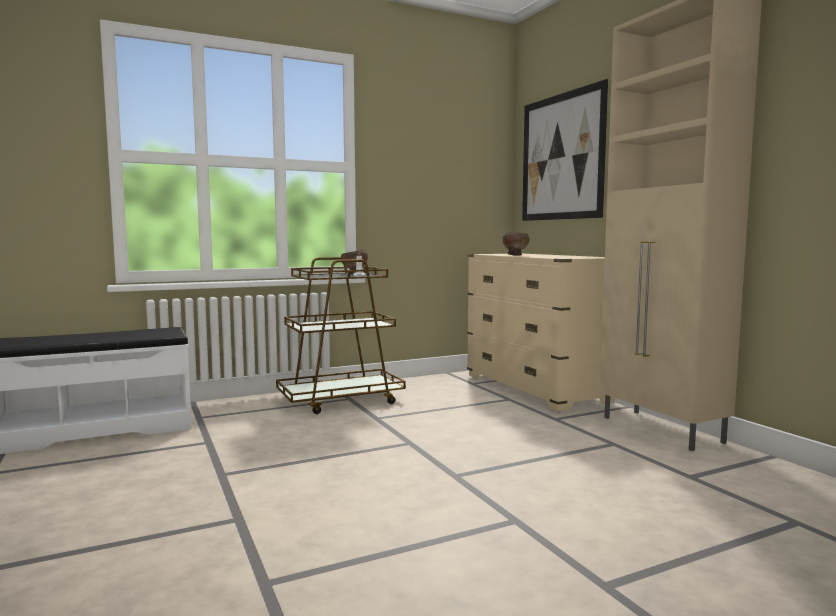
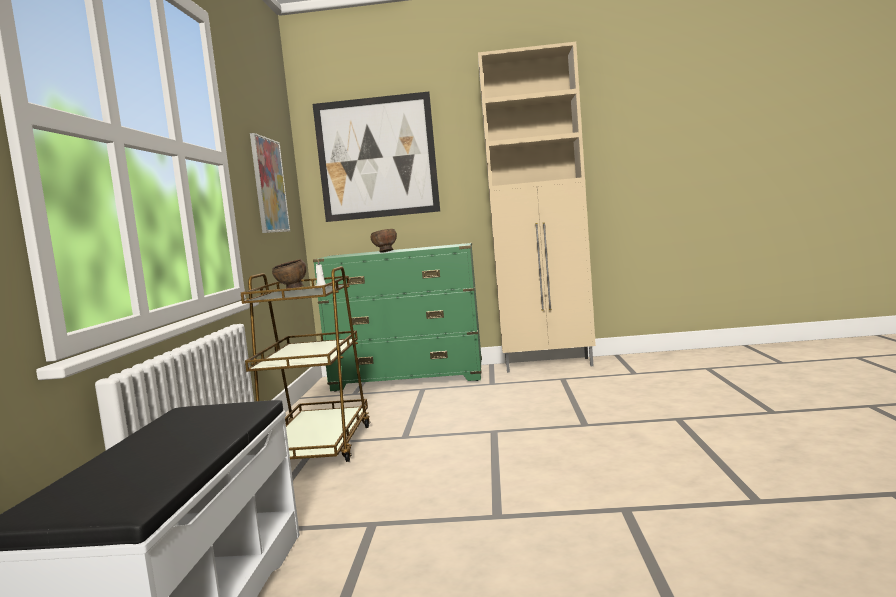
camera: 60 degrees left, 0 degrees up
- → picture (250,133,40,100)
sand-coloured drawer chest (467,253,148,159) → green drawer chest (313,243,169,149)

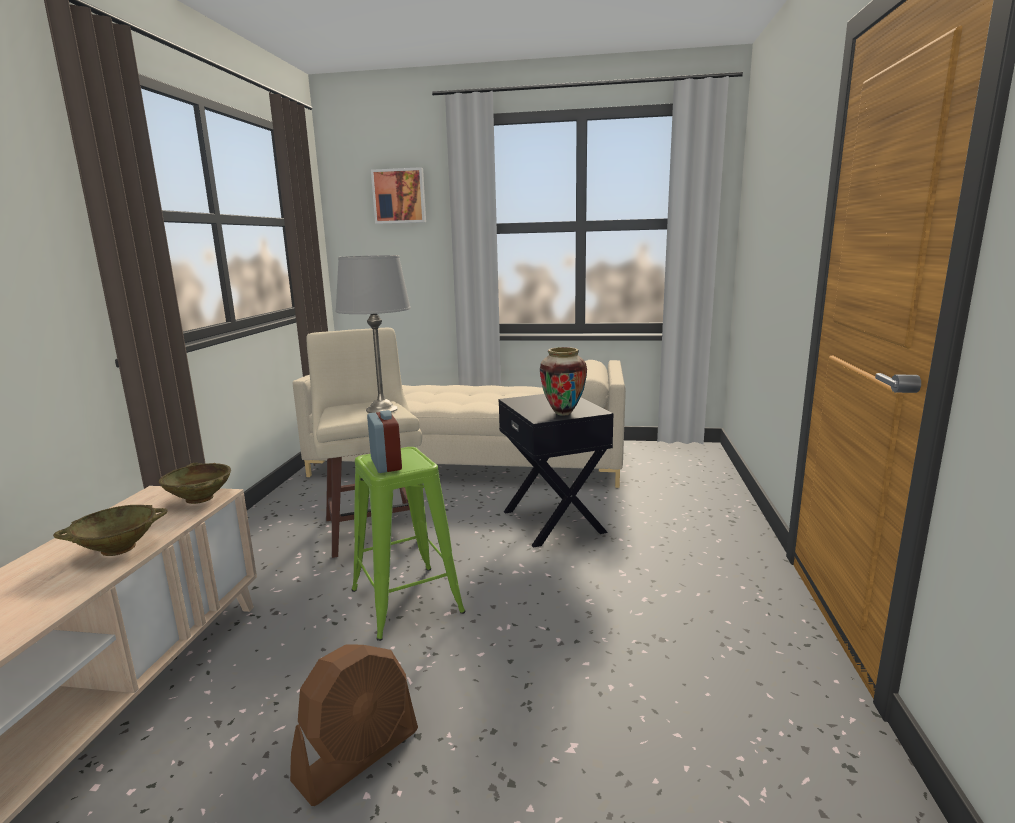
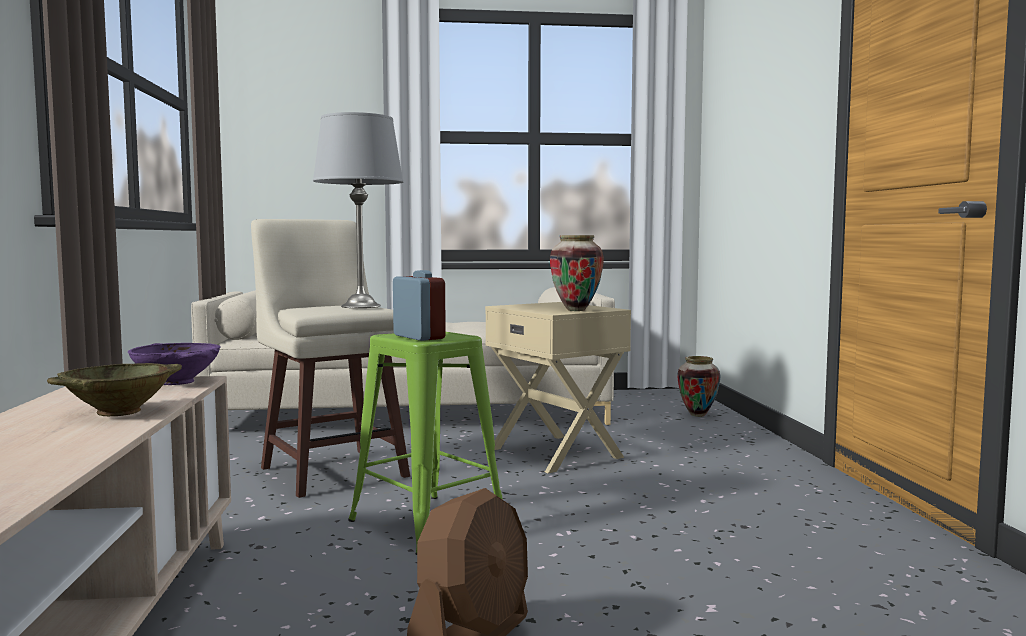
camera: 15 degrees left, 10 degrees down
picture (371,167,55,57) → -
- → vase (677,356,44,61)
sand-coloured bowl (159,463,72,41) → purple-coloured bowl (128,343,93,42)
black accent table (499,394,115,154) → sand-coloured accent table (485,302,146,171)

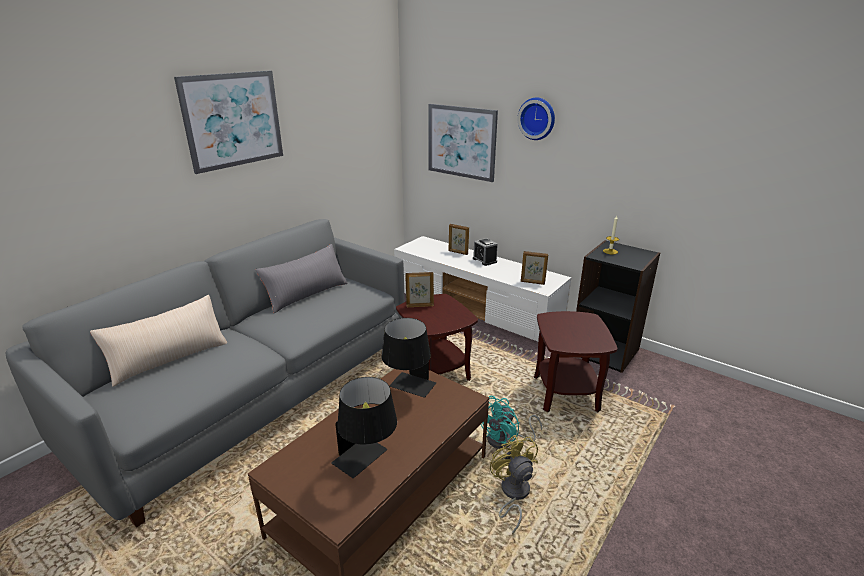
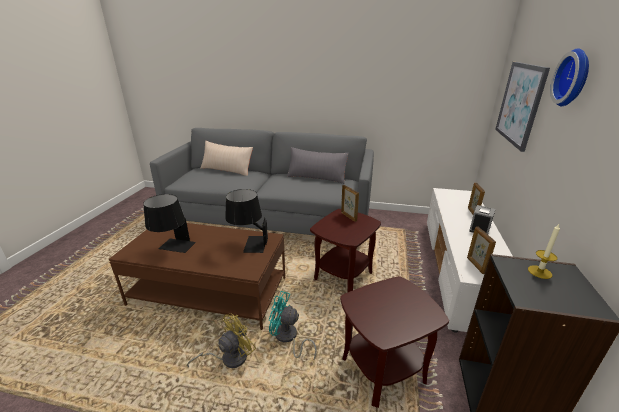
camera: 65 degrees right, 0 degrees up
picture (174,71,109,103) → -

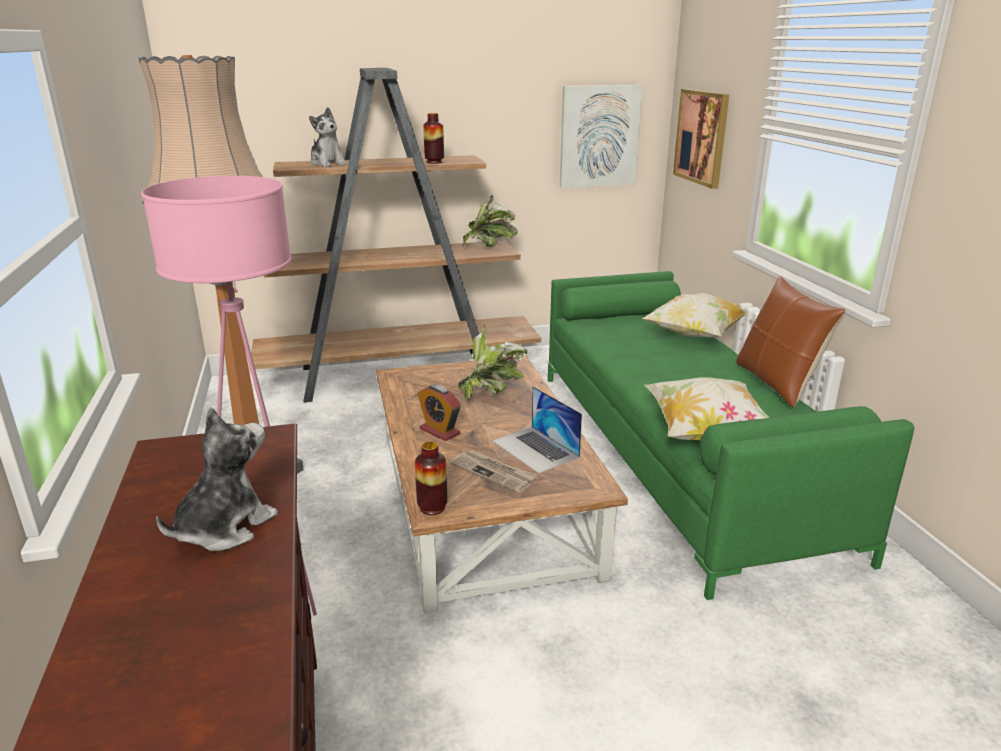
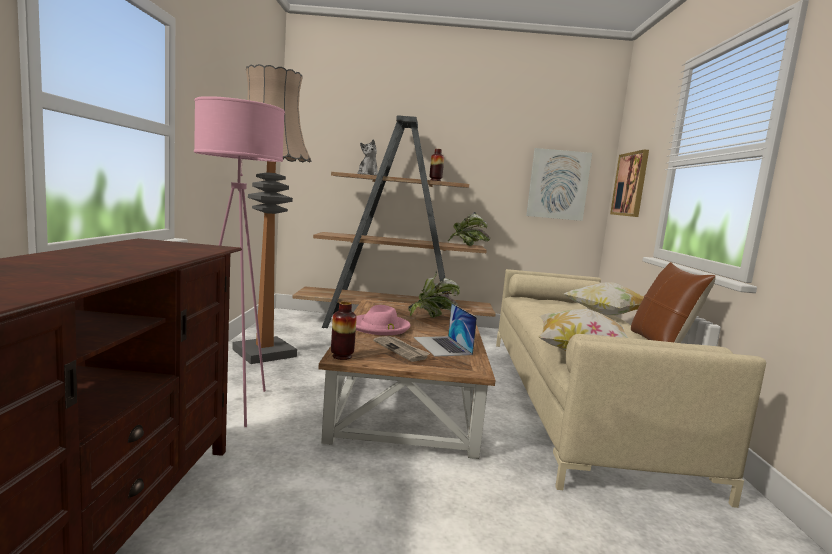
camera: 15 degrees right, 15 degrees down
cuddly toy (156,407,122,144) → -
bedside clock (418,384,43,57) → pink-coloured hat (356,305,54,30)
green settee (548,271,366,329) → sand-coloured settee (496,269,270,239)

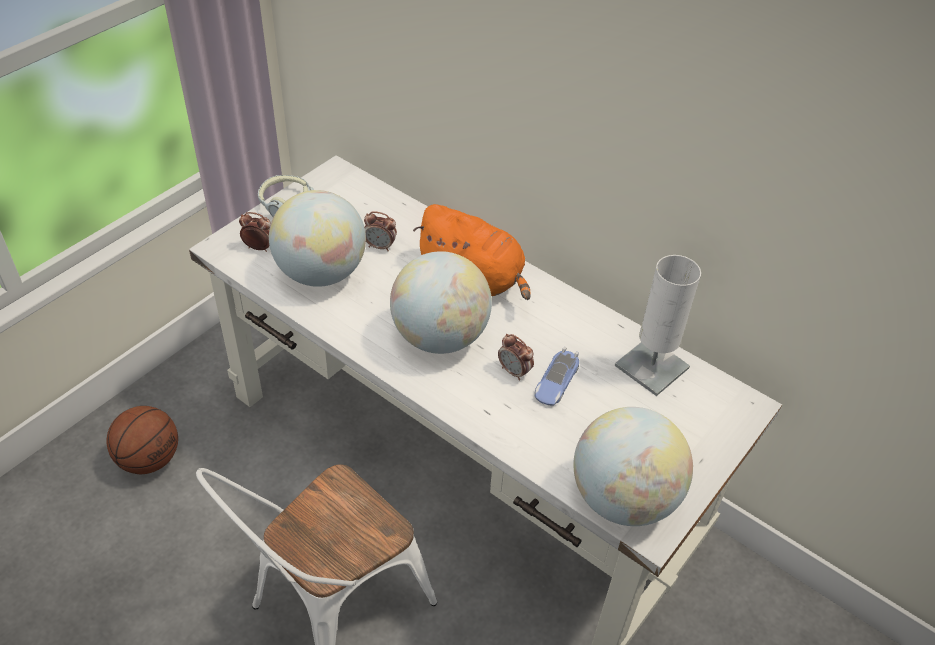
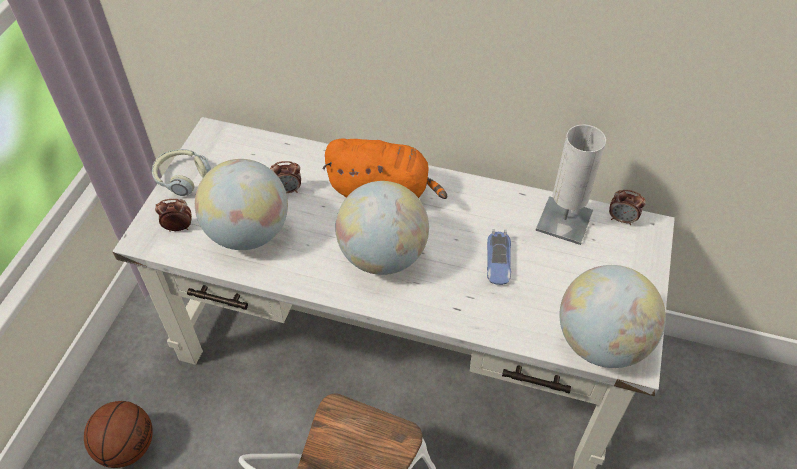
camera: 20 degrees left, 5 degrees up
bedside clock (498,334,36,47) → bedside clock (609,190,37,35), shifted

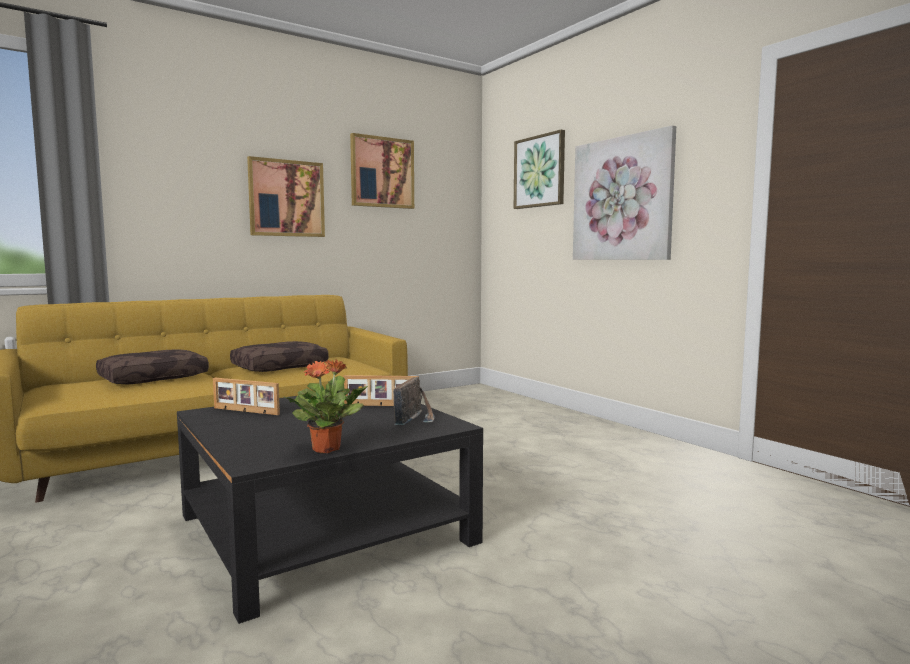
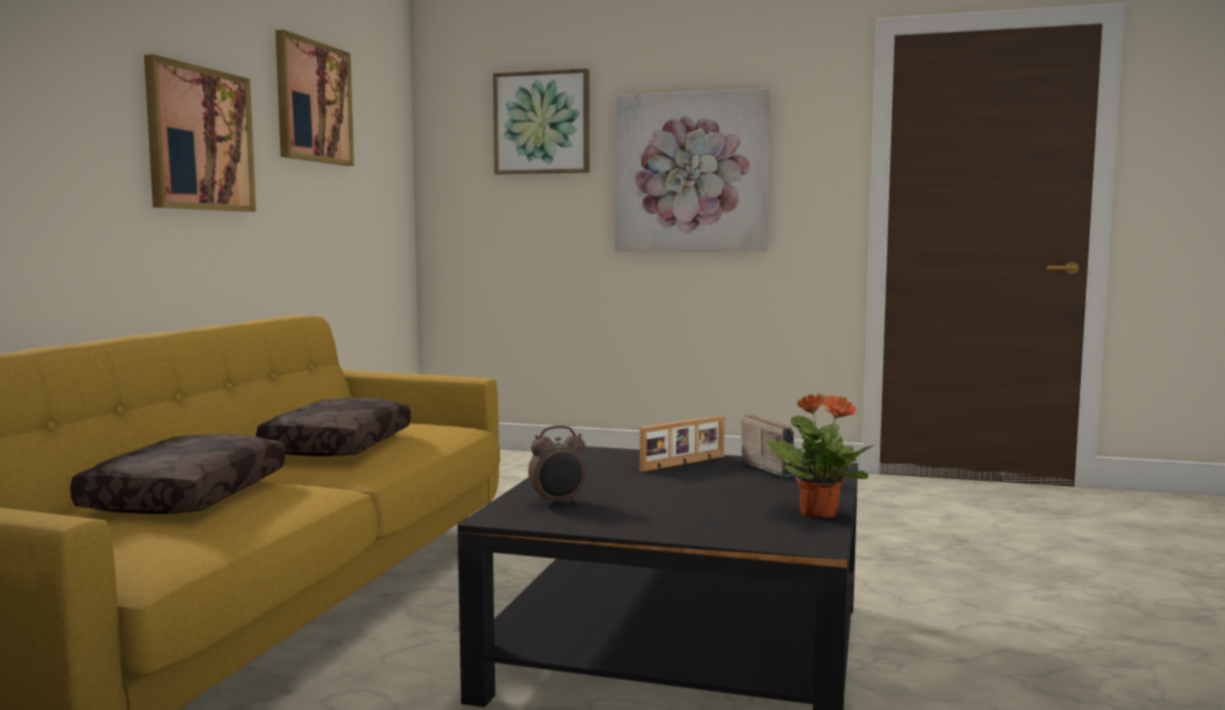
camera: 40 degrees left, 0 degrees up
standing frame (213,378,67,37) → bedside clock (528,425,58,81)

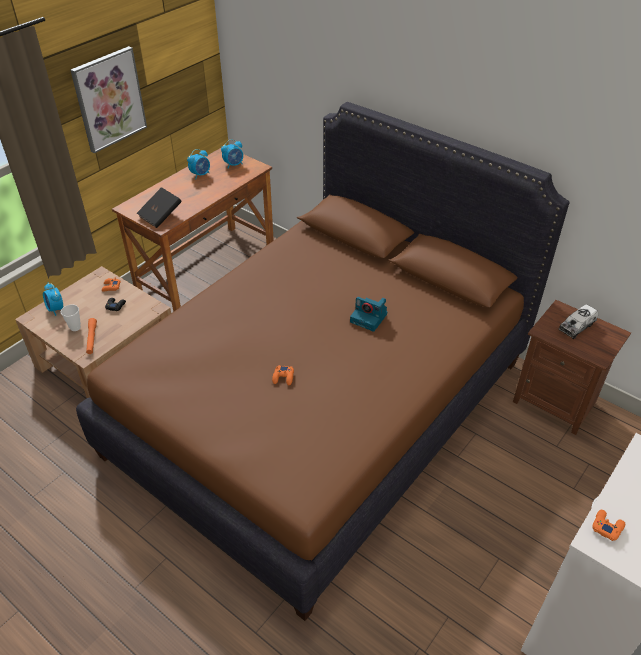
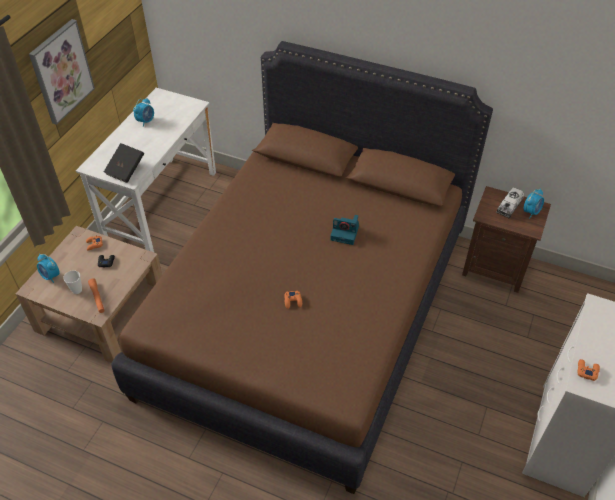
camera: 15 degrees left, 5 degrees up
bedside clock (221,139,22,30) → bedside clock (524,188,20,31), shifted
brownish desk (112,148,162,164) → white desk (76,88,140,164)

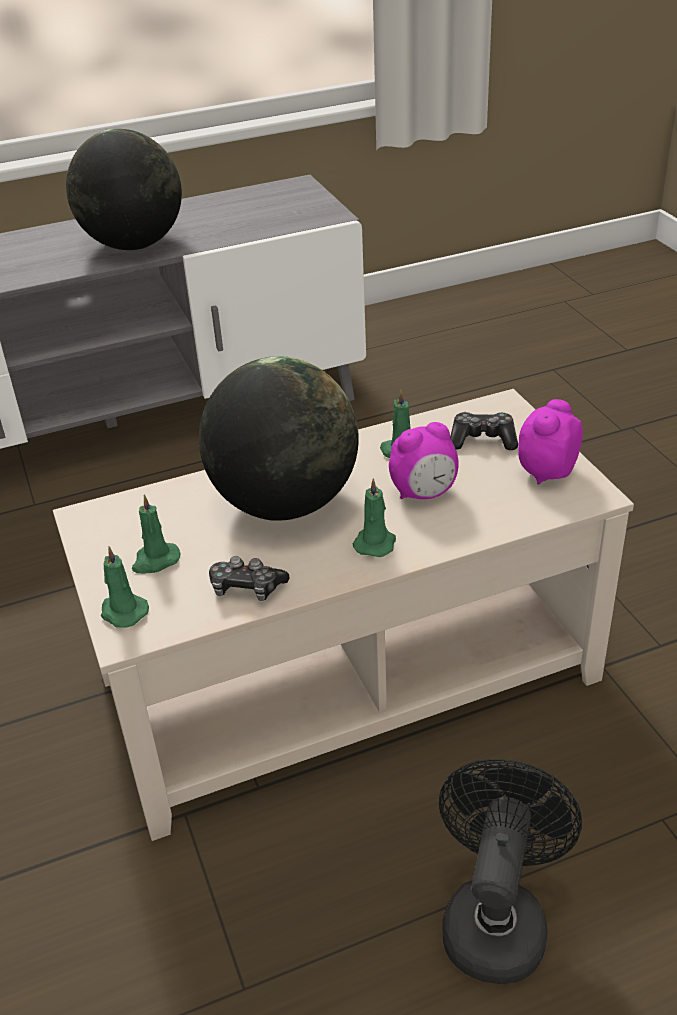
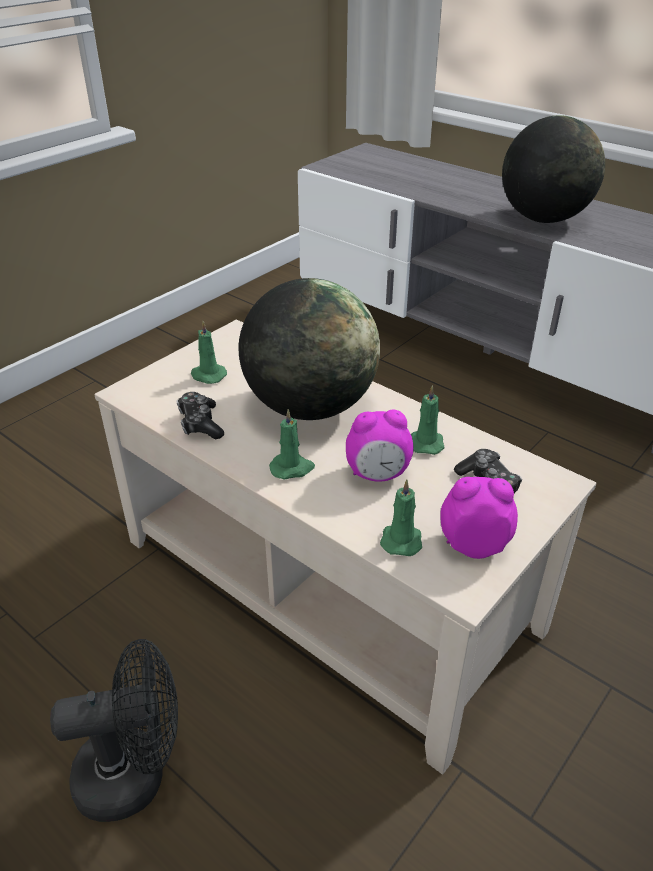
camera: 60 degrees right, 0 degrees up
green candle (101,546,48,82) → green candle (380,479,42,77), shifted
bedside clock (389,422,70,77) → bedside clock (346,410,68,72), 45 degrees counterclockwise

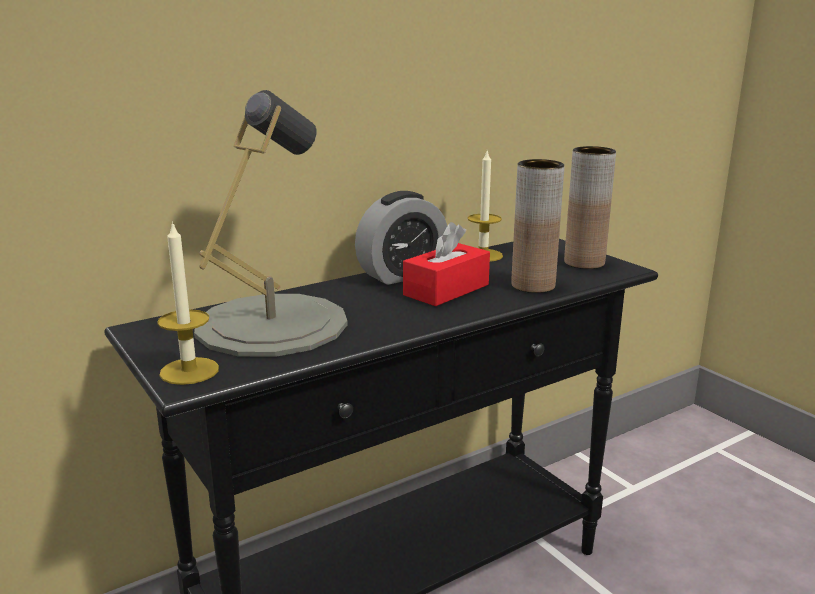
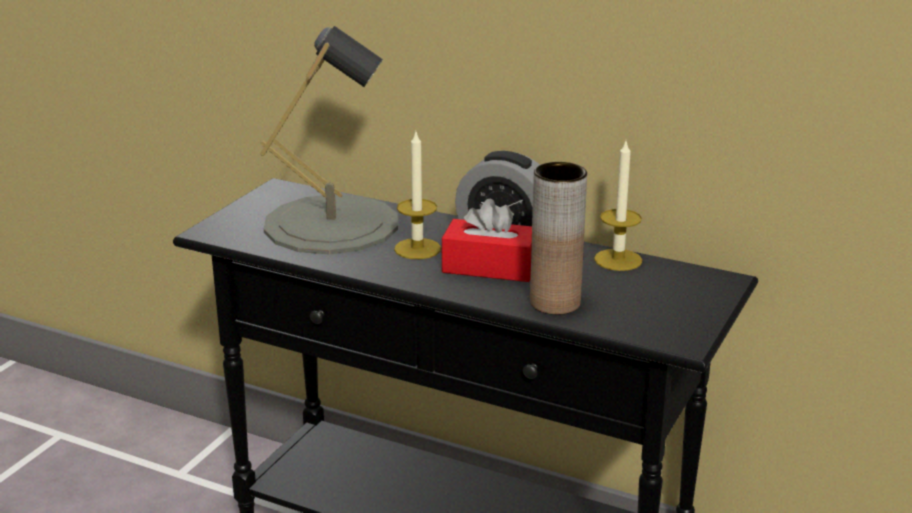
camera: 60 degrees right, 5 degrees up
brownish vase (564,146,52,123) → -
candle (157,221,62,164) → candle (394,132,47,127), shifted

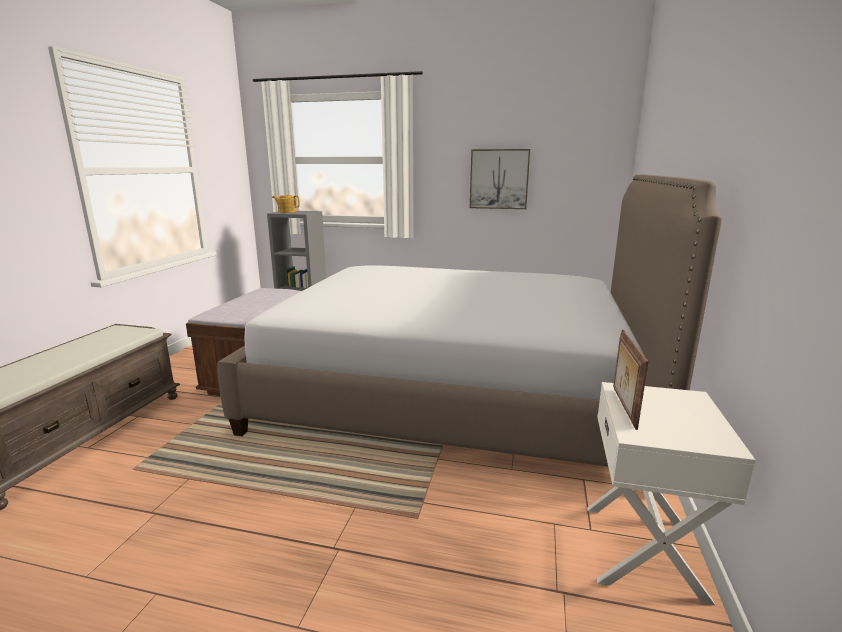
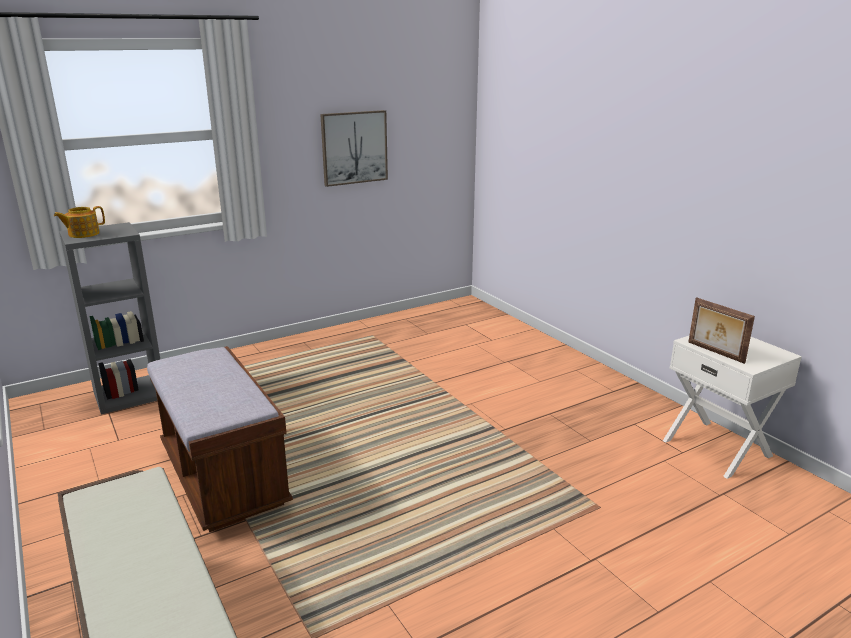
camera: 45 degrees left, 5 degrees up
bed (217,174,505,293) → -

